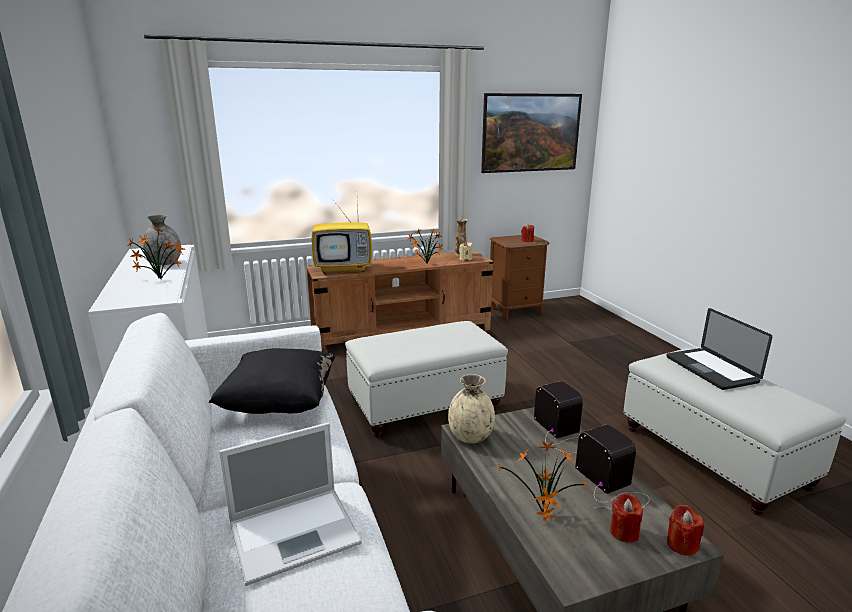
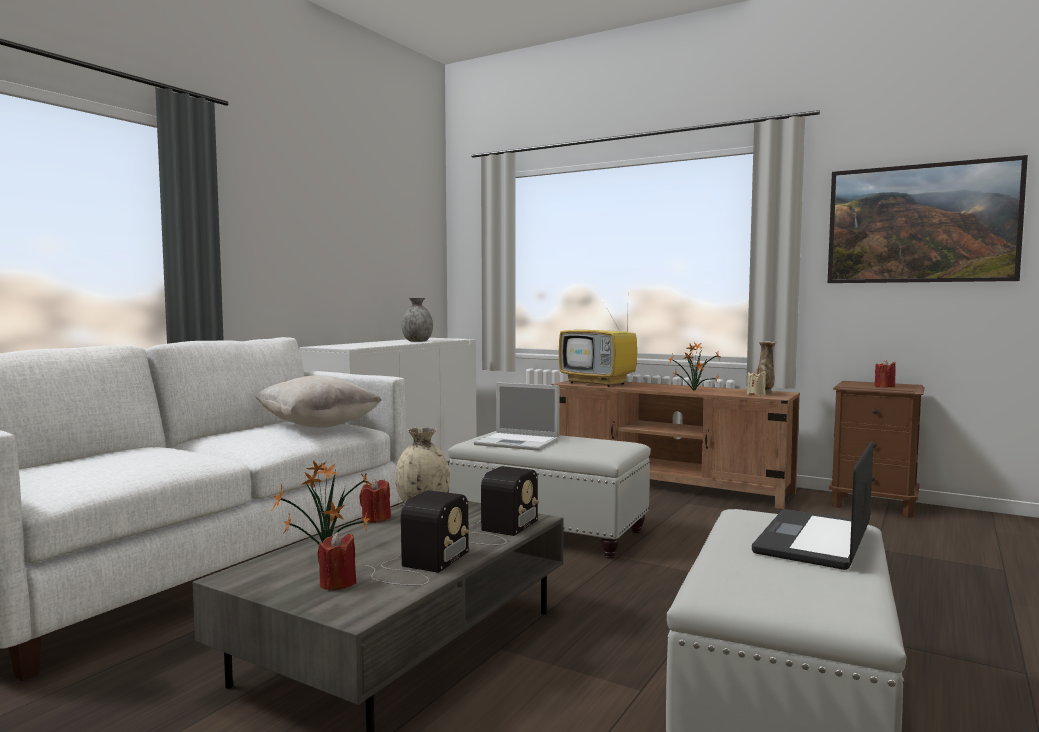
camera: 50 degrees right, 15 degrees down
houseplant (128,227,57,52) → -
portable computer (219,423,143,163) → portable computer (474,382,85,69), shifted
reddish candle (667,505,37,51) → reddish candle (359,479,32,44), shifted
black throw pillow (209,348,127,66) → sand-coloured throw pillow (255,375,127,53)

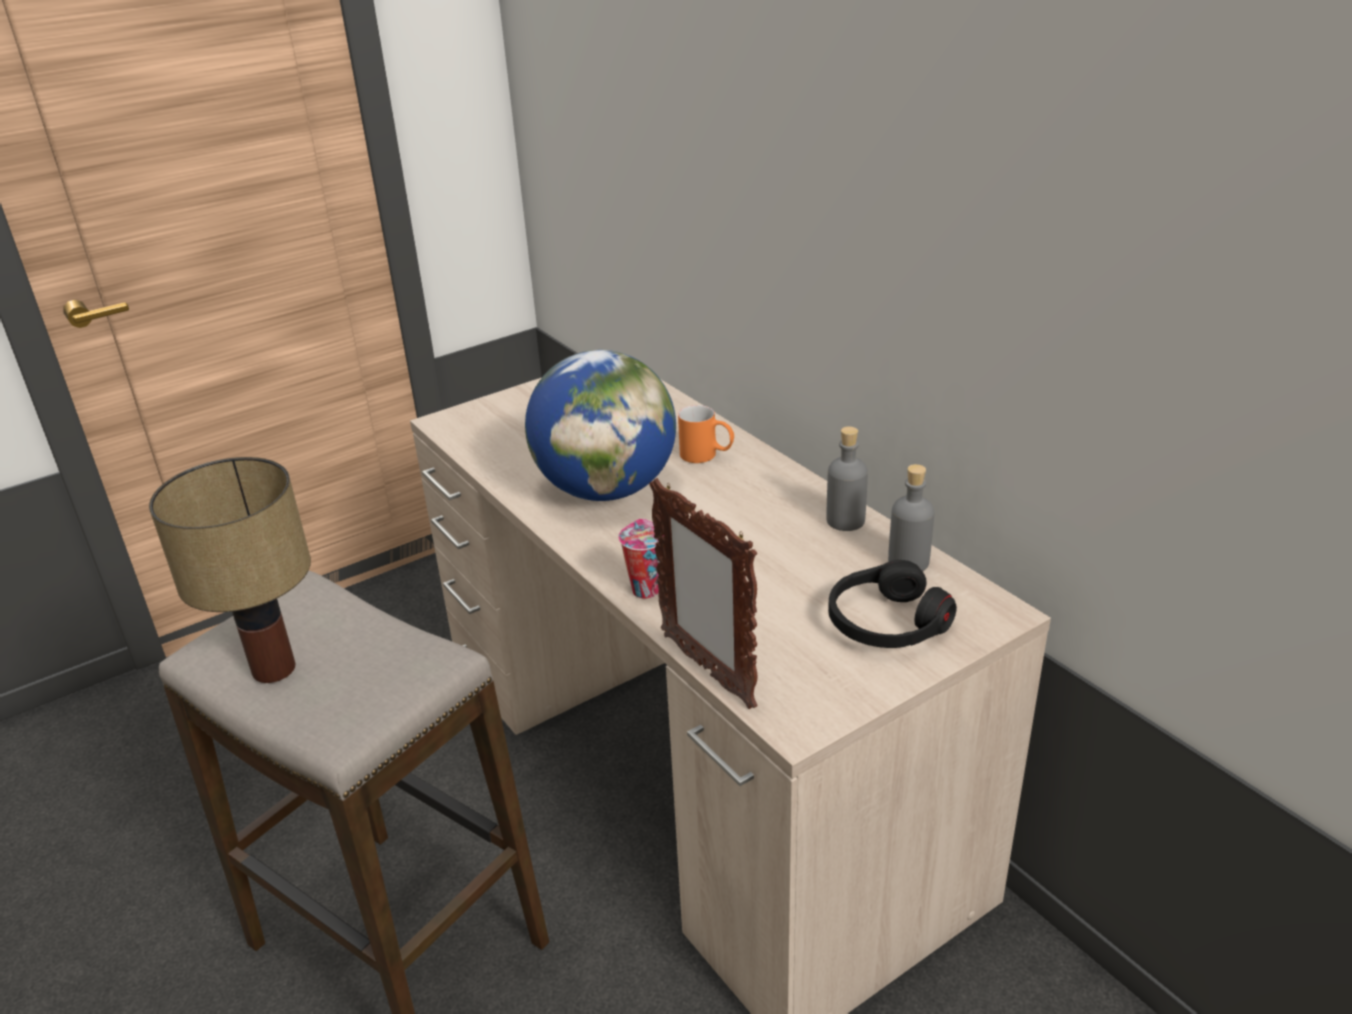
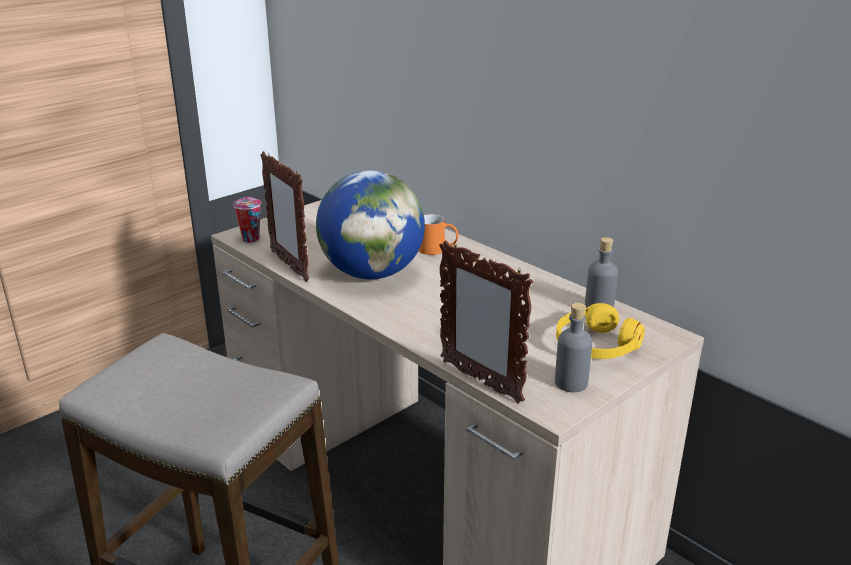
camera: 10 degrees left, 5 degrees down
table lamp (149,457,162,226) → -
- → standing frame (260,151,49,131)
drinking cup (618,519,46,80) → drinking cup (233,197,28,46), shifted
greyish drink bottle (826,426,42,105) → greyish drink bottle (555,303,37,89), shifted
black headphones (828,560,129,88) → yellowish headphones (556,303,89,56)

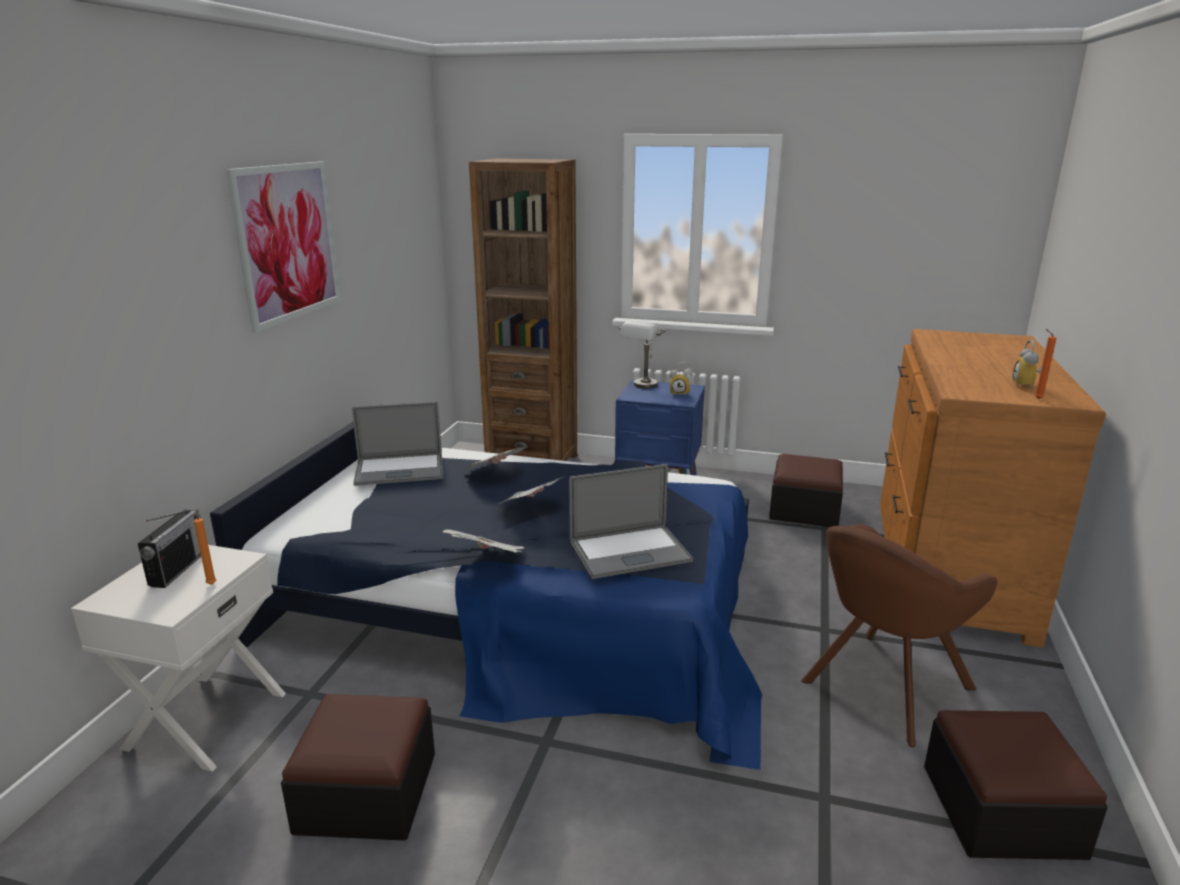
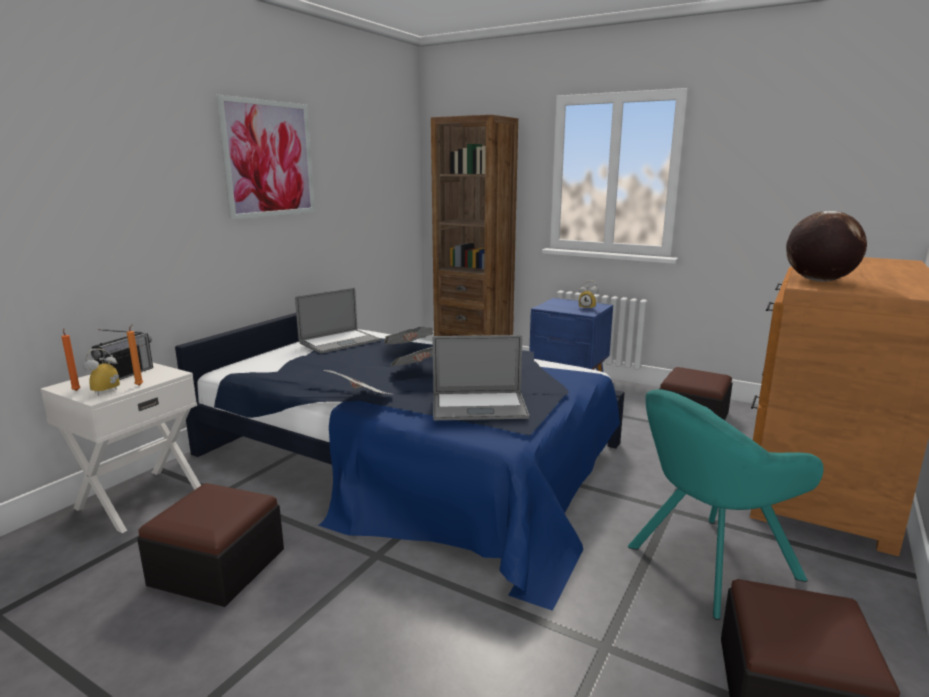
camera: 15 degrees right, 5 degrees down
greyish table lamp (619,321,47,68) → -
- → world globe (786,211,81,71)
bedside clock (1012,340,30,49) → bedside clock (83,348,37,48), shifted
orange candle (1035,329,21,70) → orange candle (61,328,19,63), shifted
brownish easy chair (801,524,196,223) → blue-green easy chair (628,389,196,231)
portable computer (352,402,91,84) → portable computer (295,288,86,66), 45 degrees counterclockwise

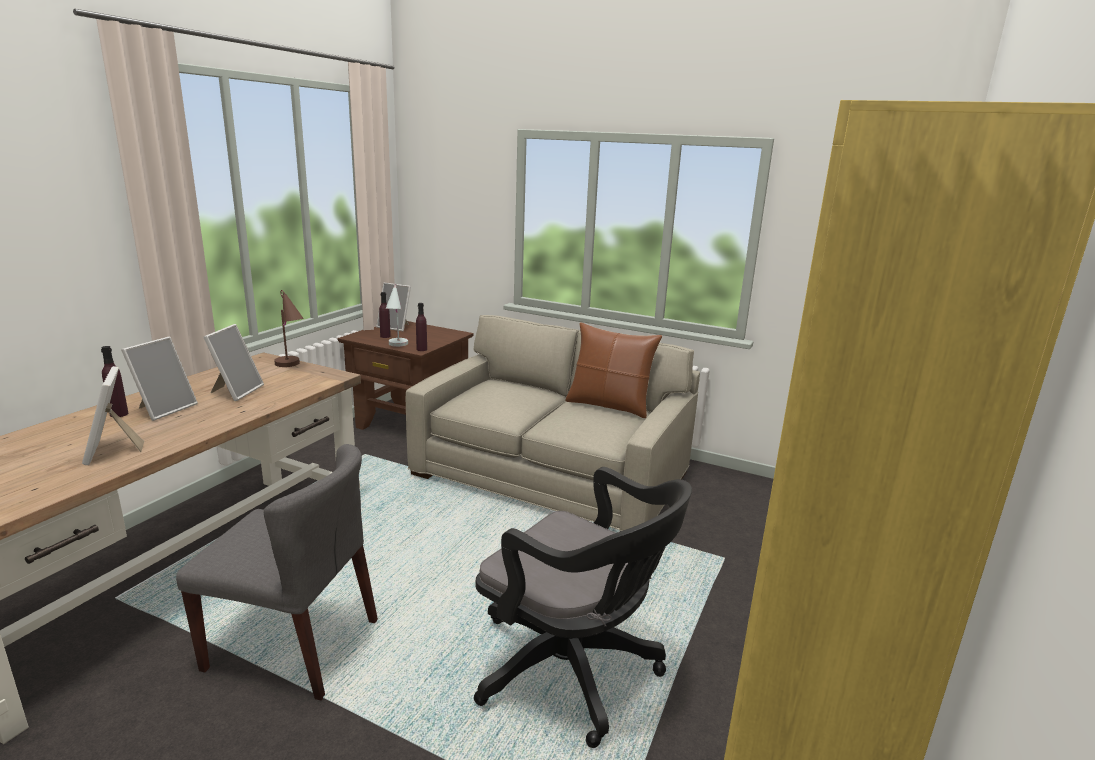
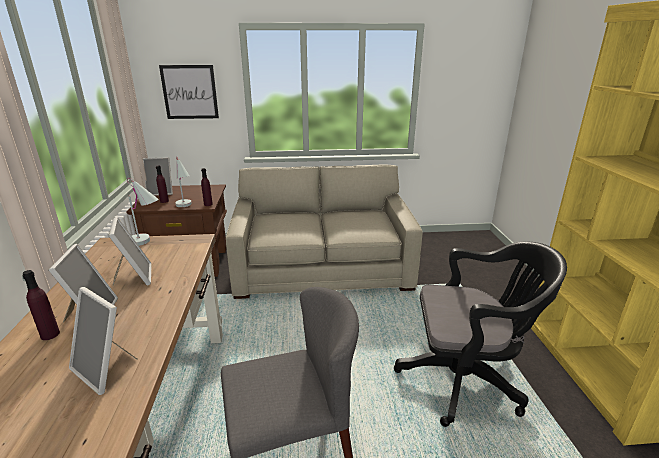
camera: 30 degrees left, 5 degrees up
brownish throw pillow (565,322,97,96) → -
- → picture (159,65,60,54)
brownish table lamp (274,290,30,77) → white table lamp (127,178,32,68)

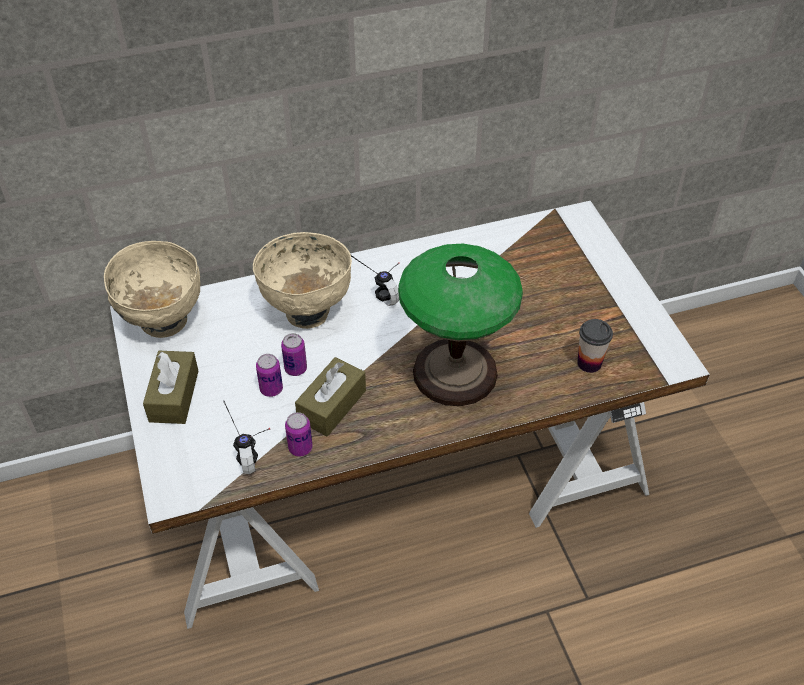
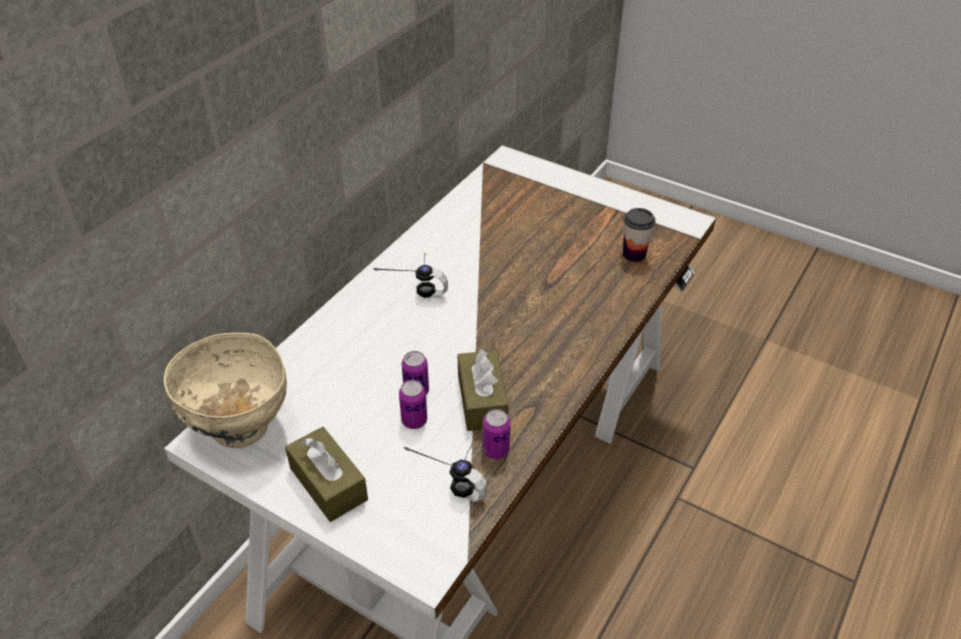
camera: 40 degrees left, 5 degrees down
sand-coloured bowl (253,232,99,97) → -
table lamp (398,244,125,162) → -

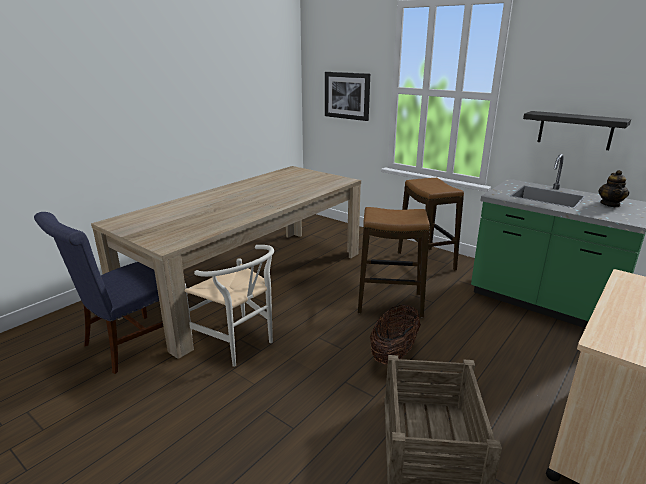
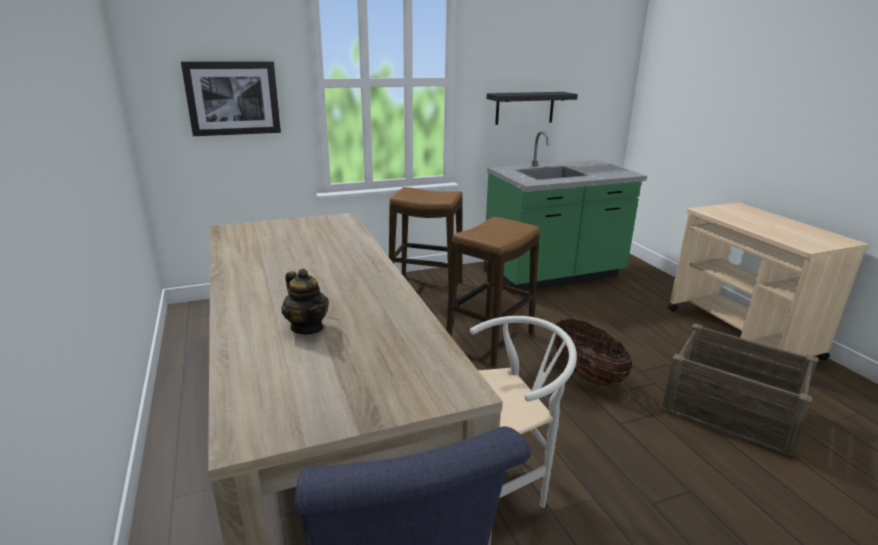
camera: 60 degrees left, 0 degrees up
pot for tea (598,170,31,38) → pot for tea (281,269,48,65), shifted

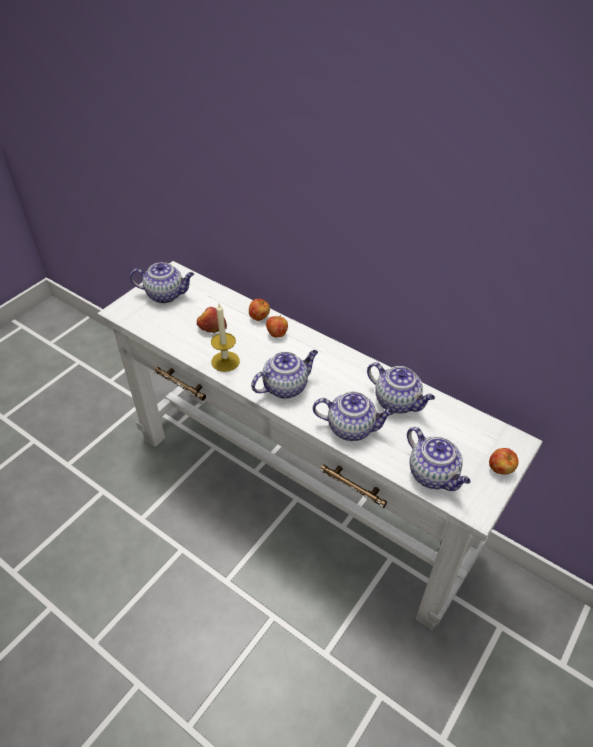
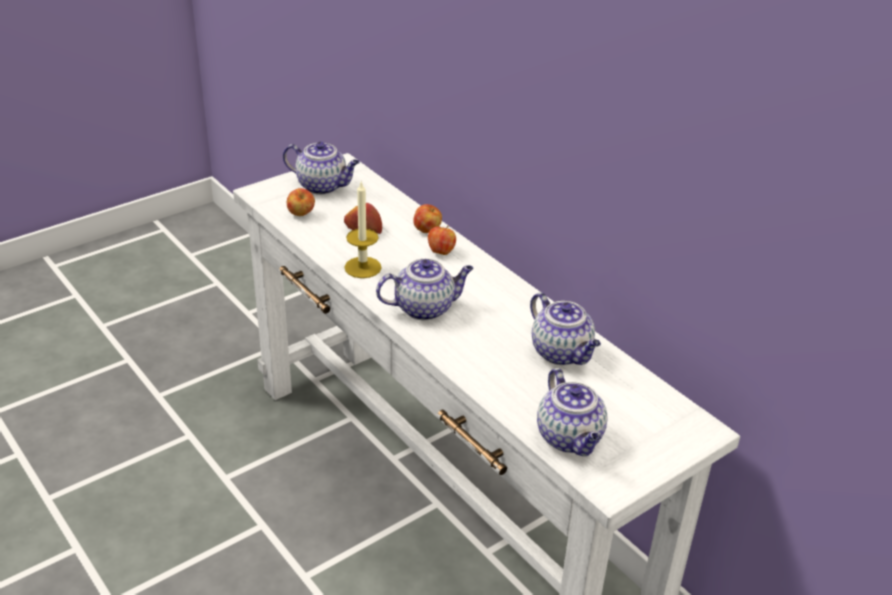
camera: 15 degrees right, 10 degrees down
pot for tea (313,392,81,49) → -
apple (489,448,30,27) → apple (287,188,28,28), shifted

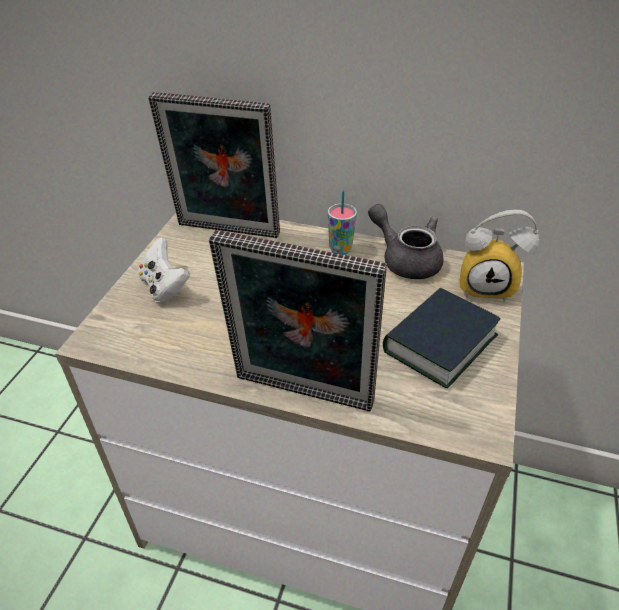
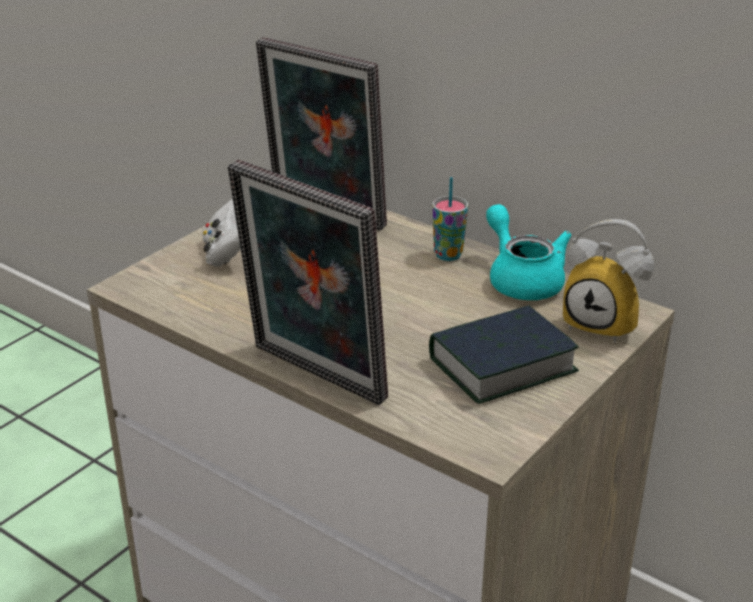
camera: 20 degrees right, 10 degrees down
greyish pot for tea (368,204,76,75) → blue-green pot for tea (486,204,86,96)

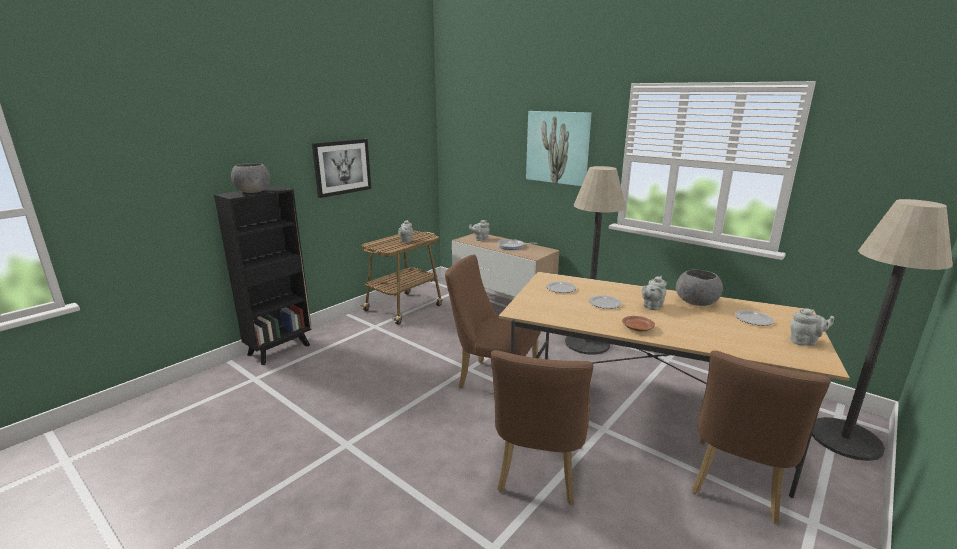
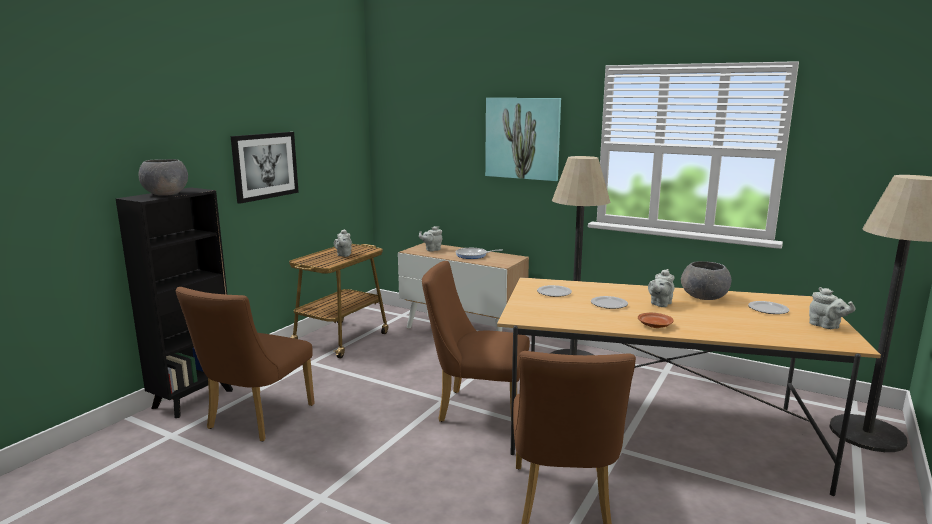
camera: 10 degrees left, 5 degrees down
brownish upright chair (691,350,140,174) → brownish upright chair (176,287,139,154), shifted
greyish pot for tea (790,308,44,38) → greyish pot for tea (809,287,46,42), 60 degrees clockwise

